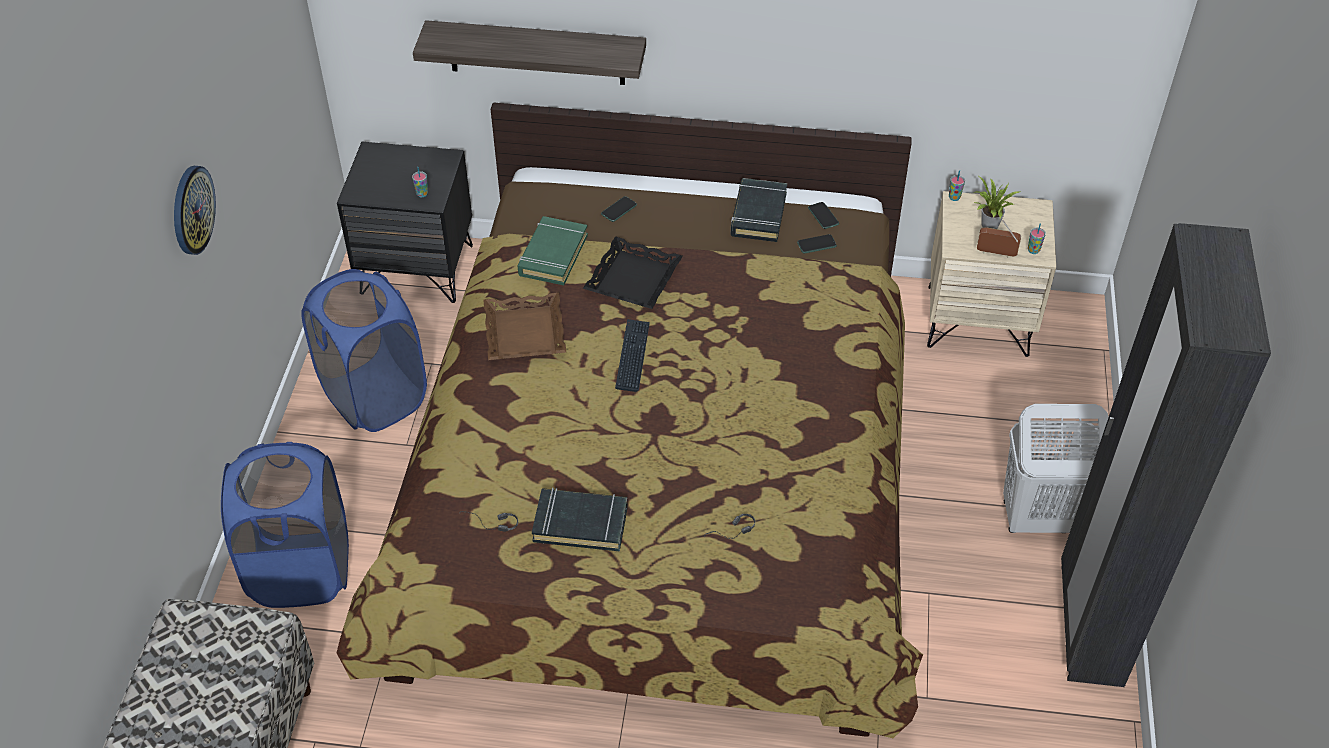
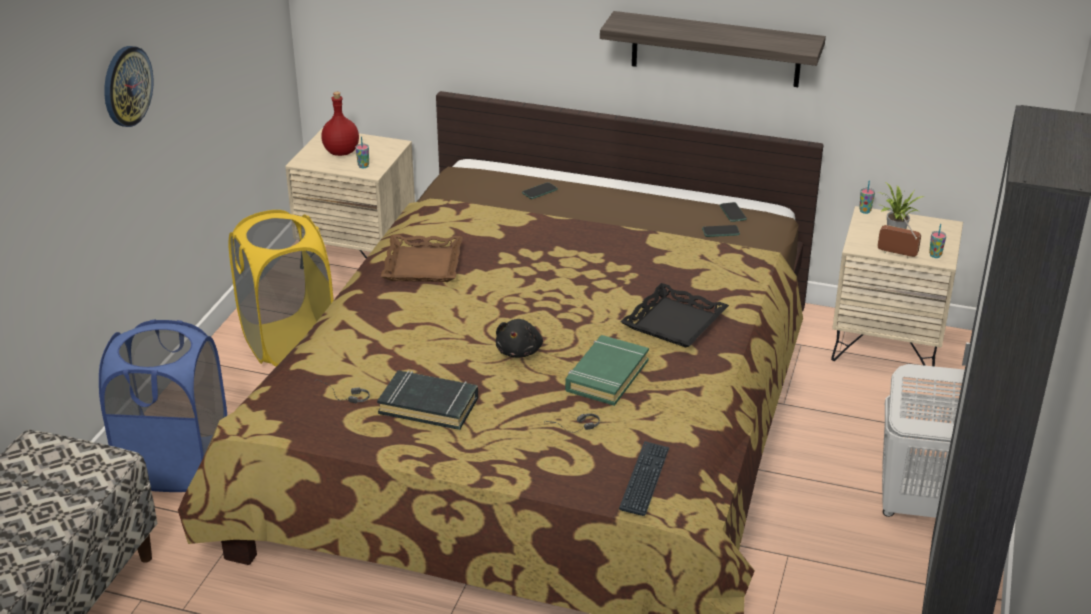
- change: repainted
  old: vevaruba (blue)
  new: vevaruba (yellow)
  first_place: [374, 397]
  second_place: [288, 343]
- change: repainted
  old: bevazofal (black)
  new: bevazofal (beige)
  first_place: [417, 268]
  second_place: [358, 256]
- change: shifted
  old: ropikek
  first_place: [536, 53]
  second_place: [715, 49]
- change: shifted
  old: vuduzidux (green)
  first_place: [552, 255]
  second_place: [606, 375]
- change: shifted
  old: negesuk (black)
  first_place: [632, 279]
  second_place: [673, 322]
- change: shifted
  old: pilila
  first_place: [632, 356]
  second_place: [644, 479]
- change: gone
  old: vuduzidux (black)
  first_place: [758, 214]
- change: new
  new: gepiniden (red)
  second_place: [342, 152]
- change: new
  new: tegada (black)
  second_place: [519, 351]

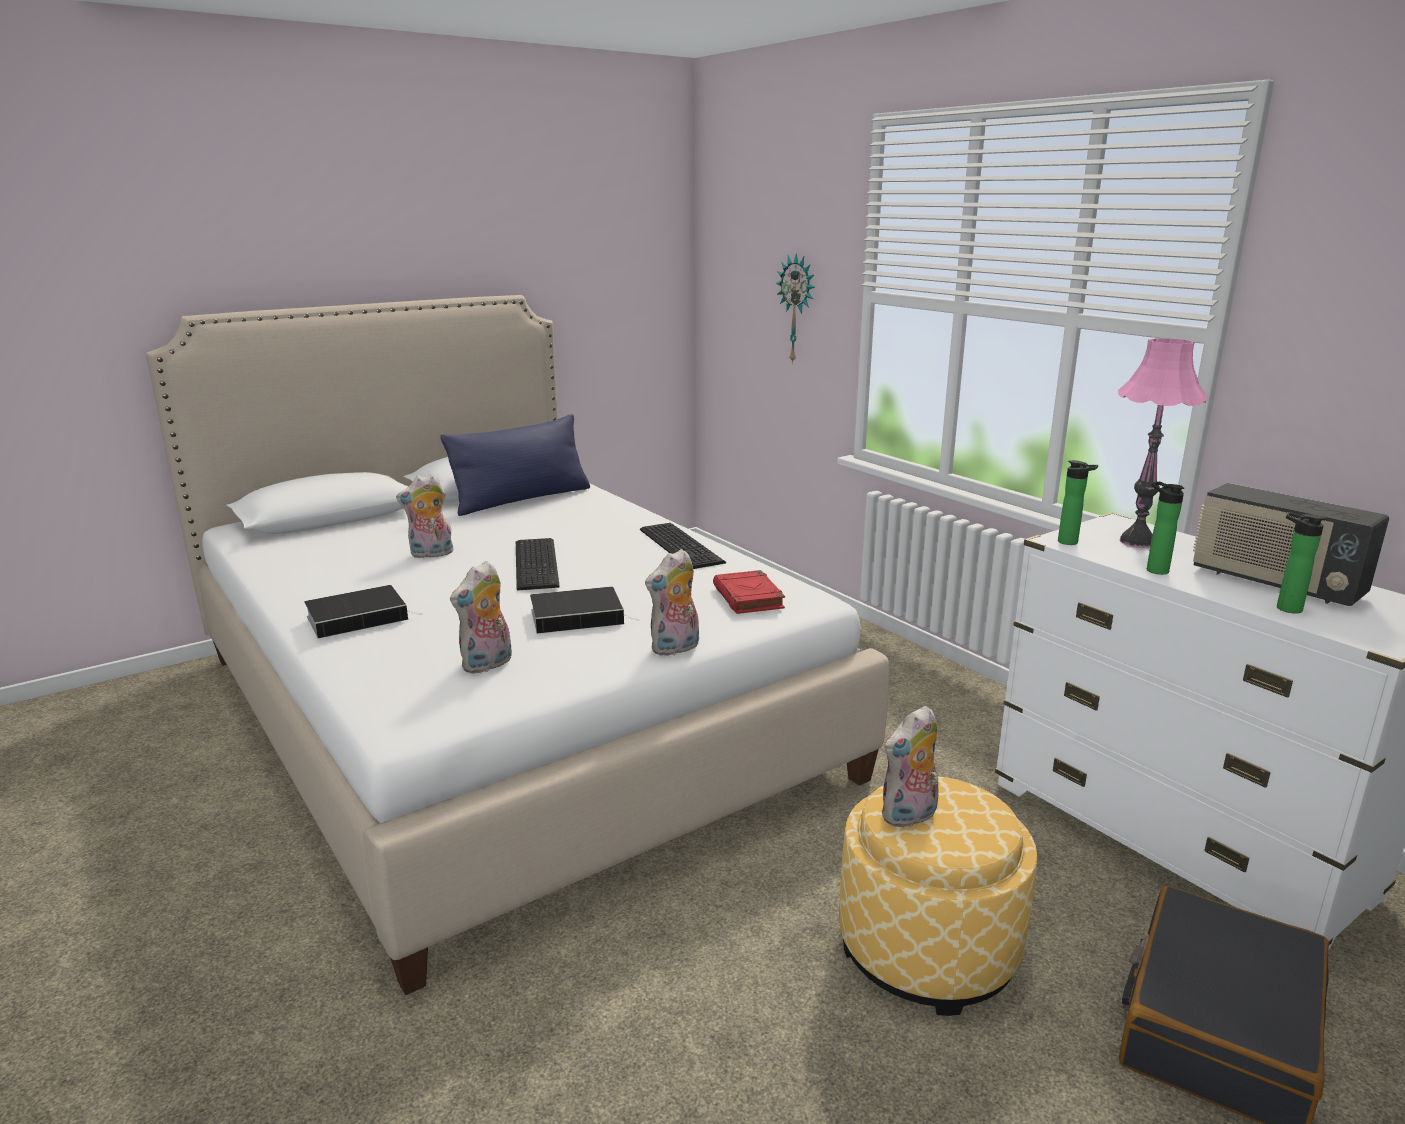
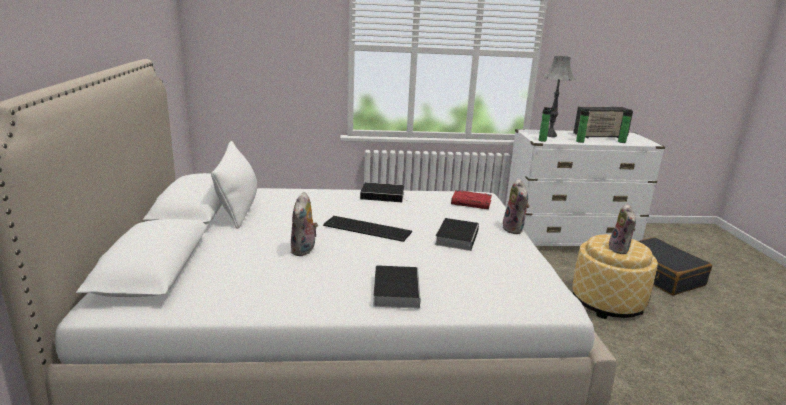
- change: repainted
  old: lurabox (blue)
  new: lurabox (white)
  first_place: [522, 499]
  second_place: [237, 207]
- change: gone
  old: tegada
  first_place: [487, 665]
- change: swapped
  old: pilila
  new: vuduzidux
  first_place: [682, 545]
  second_place: [384, 195]
- change: gone
  old: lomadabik
  first_place: [797, 309]
- change: repainted
  old: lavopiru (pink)
  new: lavopiru (grey)
  first_place: [1136, 542]
  second_place: [550, 135]

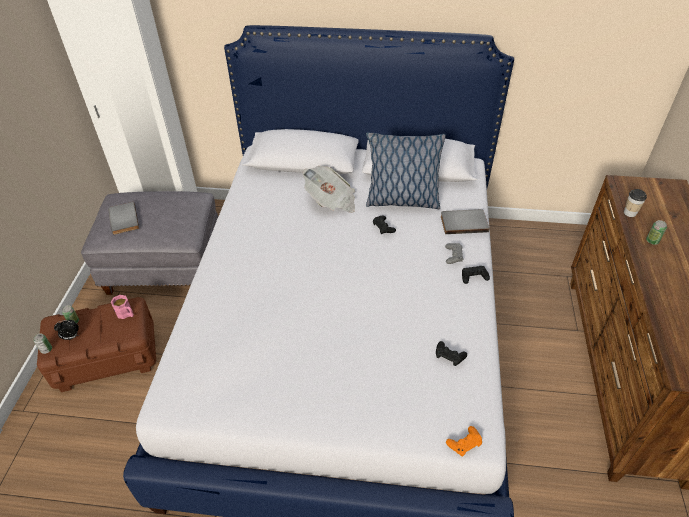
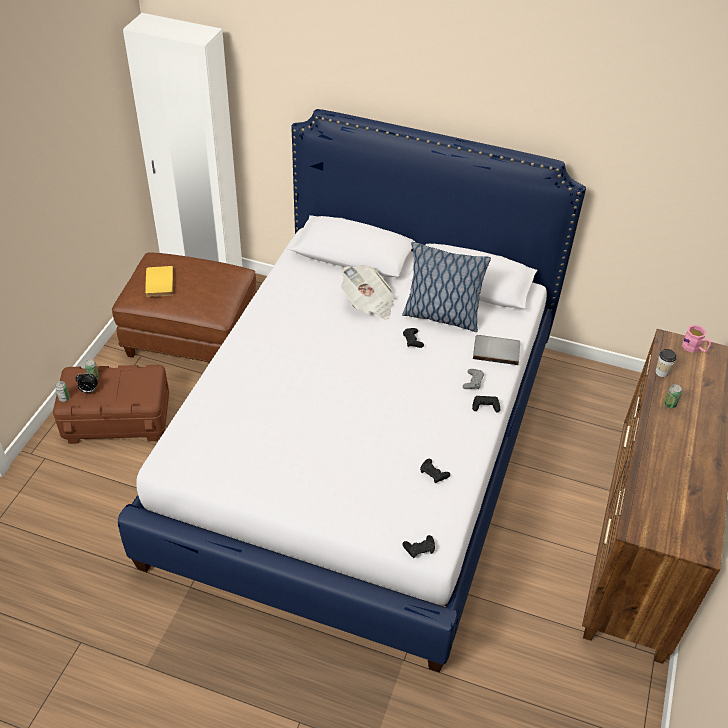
- change: repainted
  old: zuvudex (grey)
  new: zuvudex (brown)
  first_place: [166, 265]
  second_place: [193, 337]
- change: repainted
  old: vuduzidux (grey)
  new: vuduzidux (yellow)
  first_place: [122, 220]
  second_place: [158, 283]
- change: shifted
  old: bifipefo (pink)
  first_place: [126, 314]
  second_place: [694, 348]
- change: repainted
  old: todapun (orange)
  new: todapun (black)
  first_place: [464, 443]
  second_place: [419, 548]

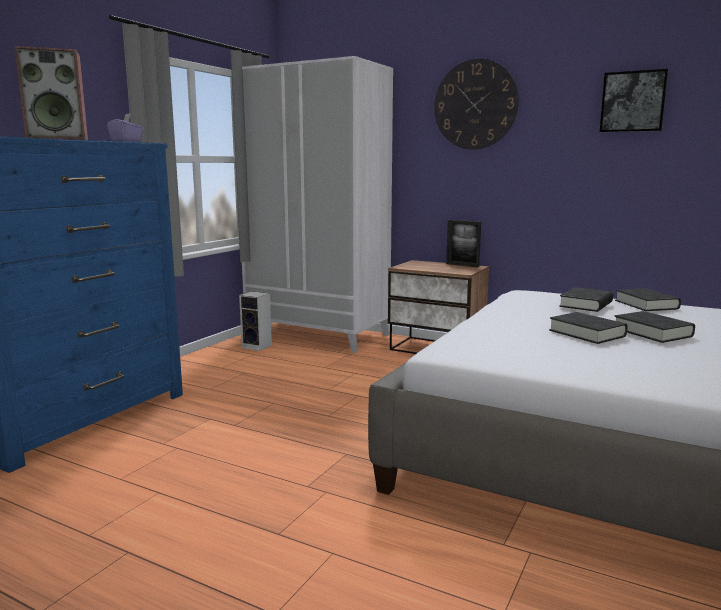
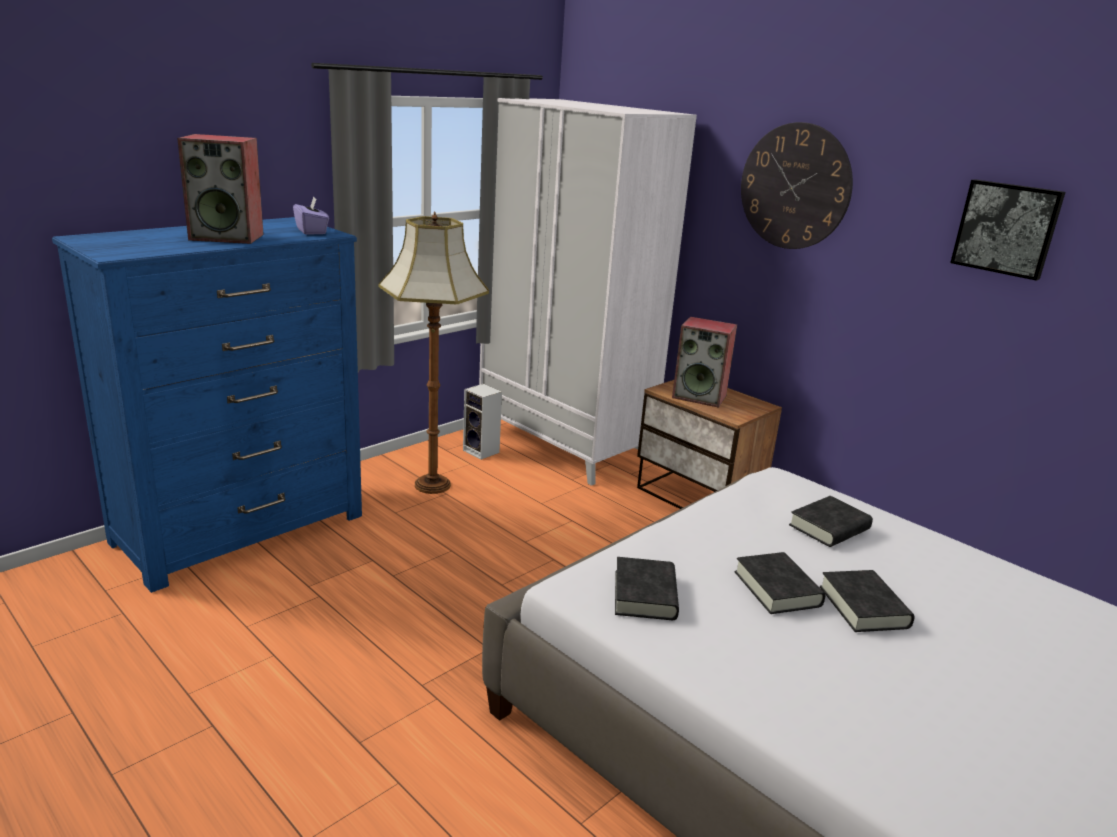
- change: gone
  old: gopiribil
  first_place: [462, 265]
- change: shifted
  old: vuduzidux (black)
  first_place: [646, 305]
  second_place: [645, 595]
- change: new
  new: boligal
  second_place: [432, 484]
- change: new
  new: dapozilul
  second_place: [700, 396]

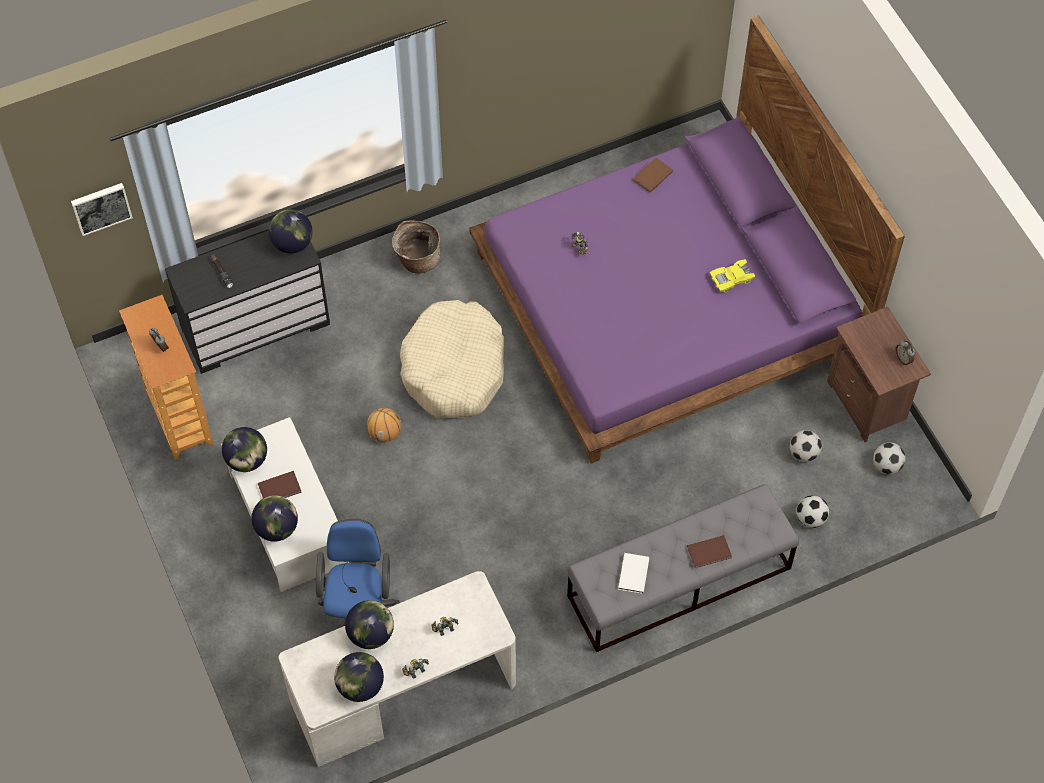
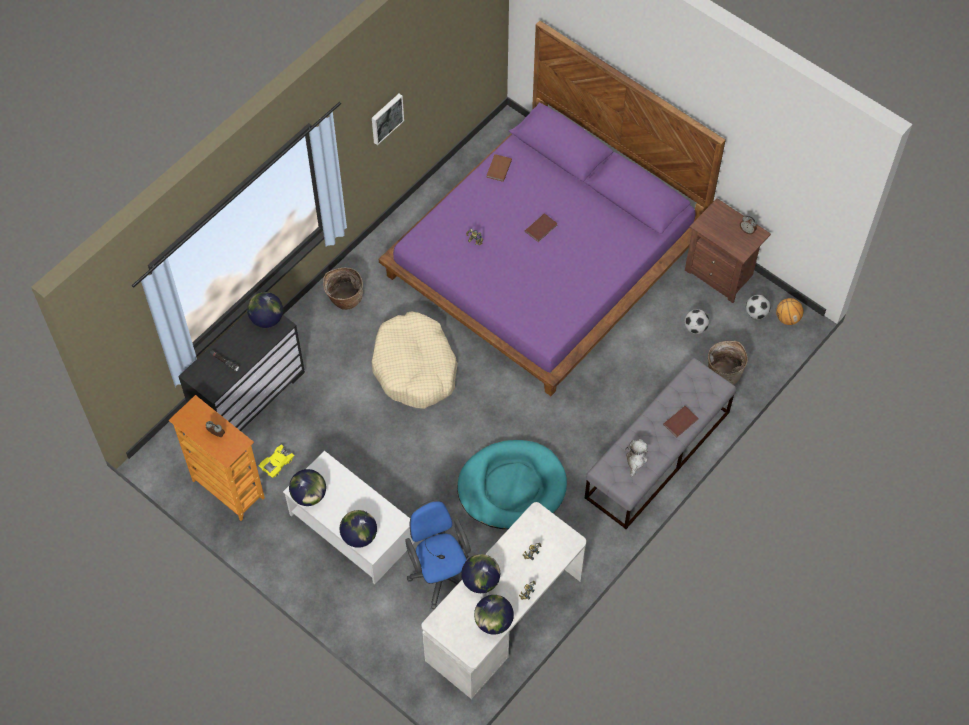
- change: shifted
  old: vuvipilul
  first_place: [101, 207]
  second_place: [386, 118]
- change: shifted
  old: vuduzidux (brown)
  first_place: [280, 489]
  second_place: [541, 228]
- change: shifted
  old: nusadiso
  first_place: [384, 433]
  second_place: [787, 318]
- change: swapped
  old: vuduzidux (white)
  new: tegada
  first_place: [632, 574]
  second_place: [635, 460]
- change: shifted
  old: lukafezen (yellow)
  first_place: [731, 279]
  second_place: [277, 463]
- change: swapped
  old: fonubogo
  new: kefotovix
  first_place: [811, 518]
  second_place: [724, 371]
- change: new
  new: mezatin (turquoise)
  second_place: [512, 487]

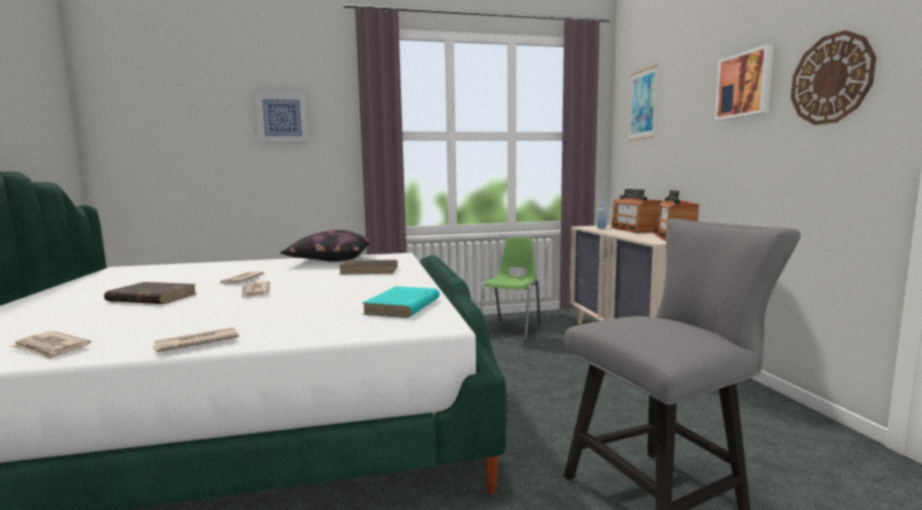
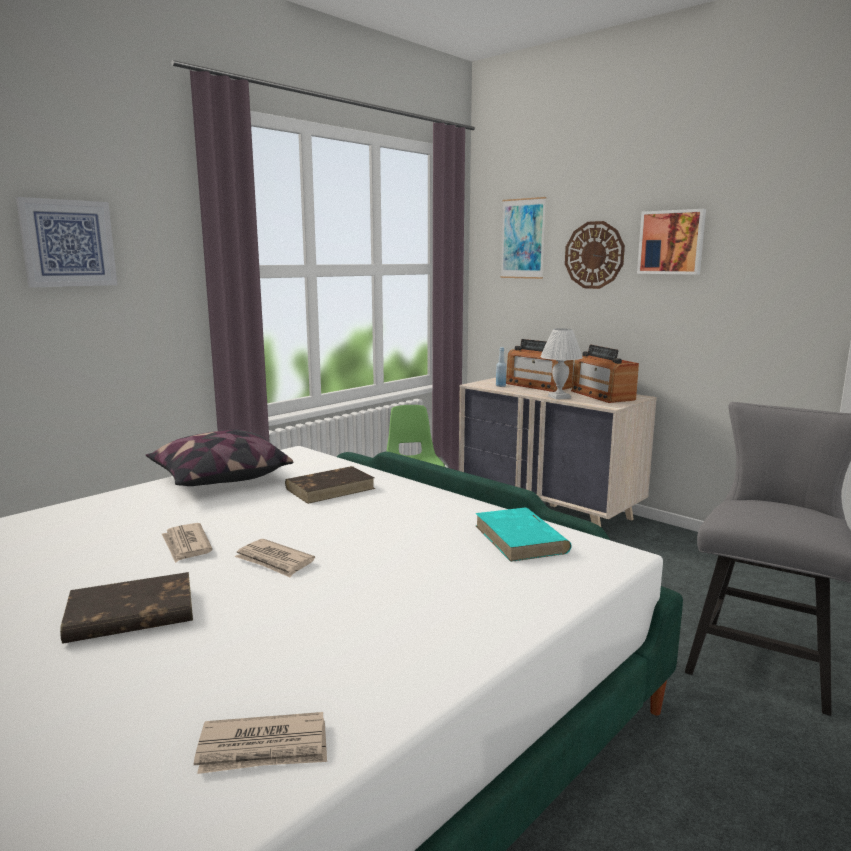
- change: gone
  old: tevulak
  first_place: [195, 343]
- change: shifted
  old: lomadabik
  first_place: [831, 79]
  second_place: [594, 255]
- change: new
  new: lavopiru (white)
  second_place: [559, 397]

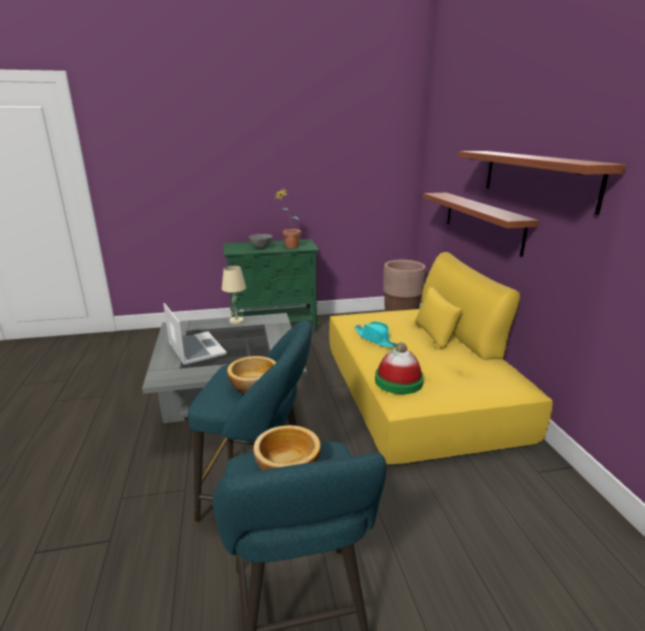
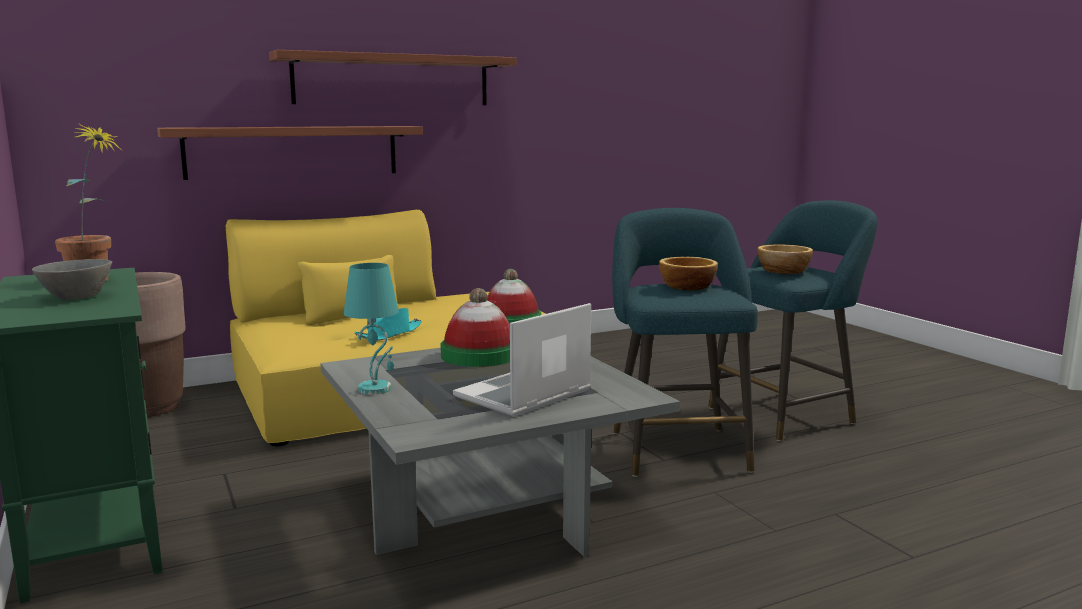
- change: repainted
  old: lavopiru (beige)
  new: lavopiru (turquoise)
  first_place: [236, 321]
  second_place: [375, 389]
- change: new
  new: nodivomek
  second_place: [479, 355]

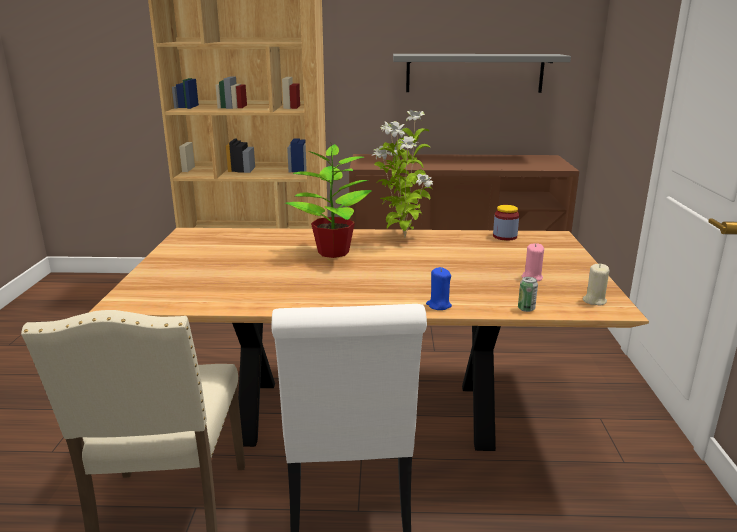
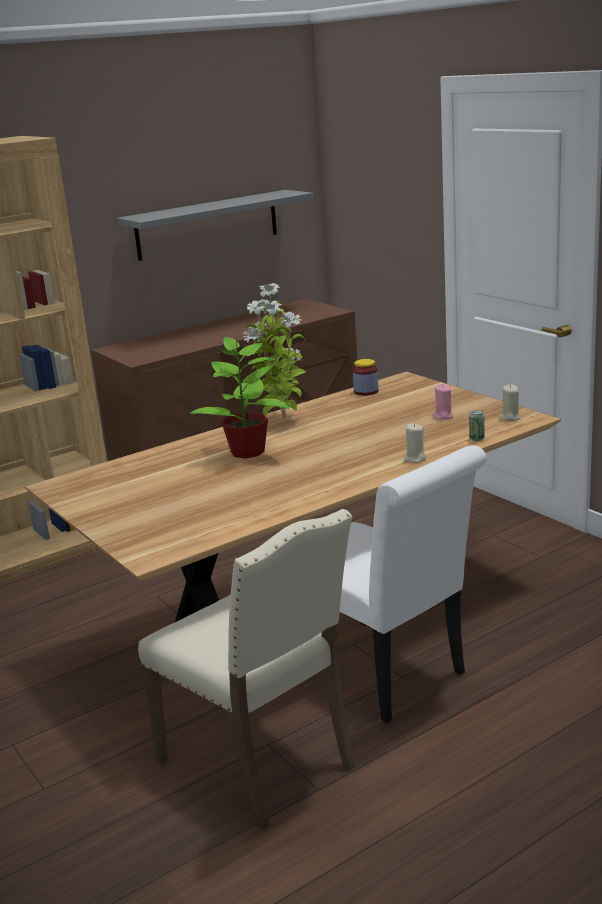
- change: repainted
  old: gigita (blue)
  new: gigita (beige)
  first_place: [438, 305]
  second_place: [415, 459]

